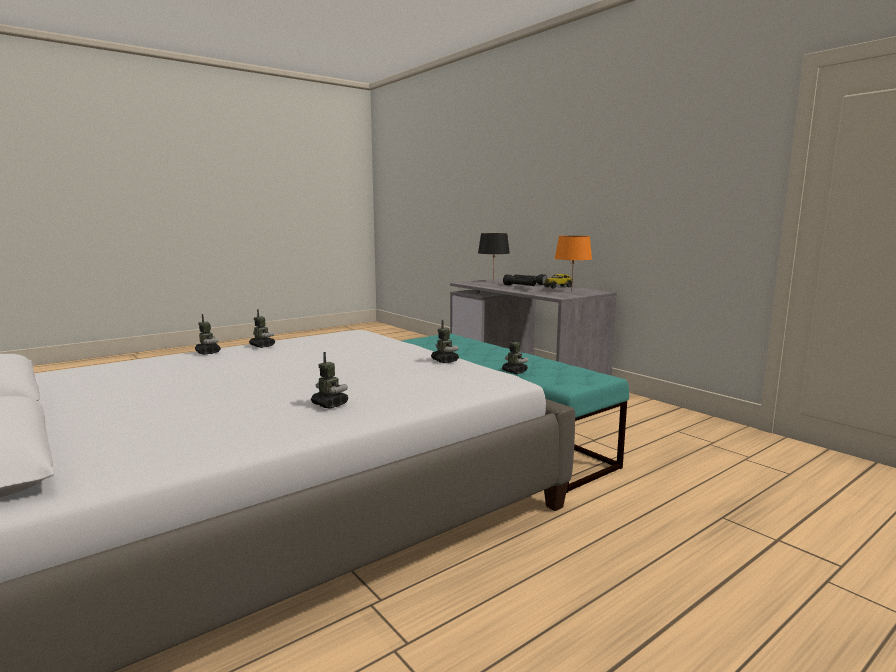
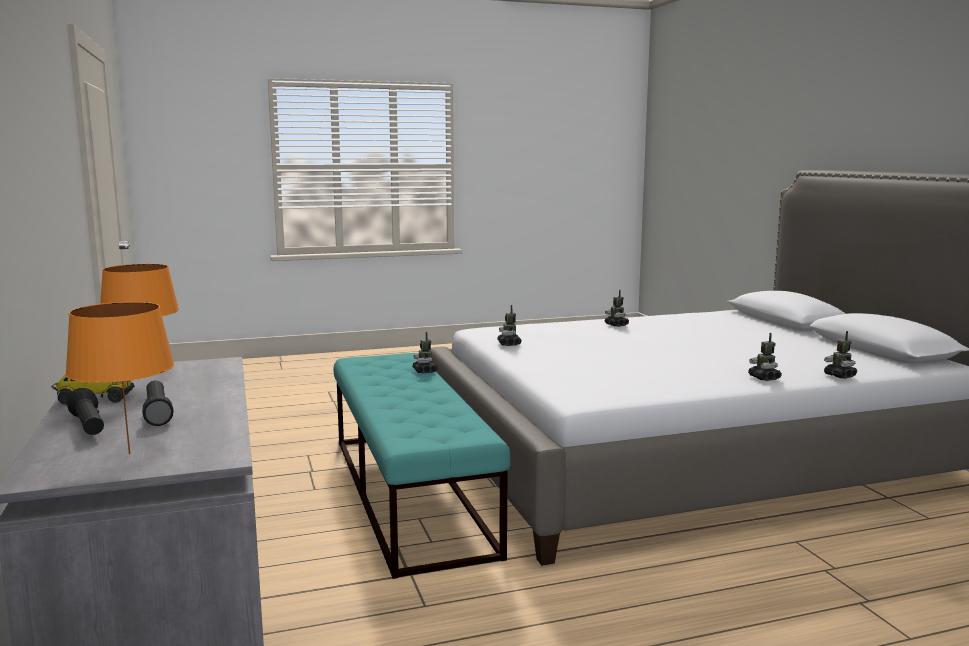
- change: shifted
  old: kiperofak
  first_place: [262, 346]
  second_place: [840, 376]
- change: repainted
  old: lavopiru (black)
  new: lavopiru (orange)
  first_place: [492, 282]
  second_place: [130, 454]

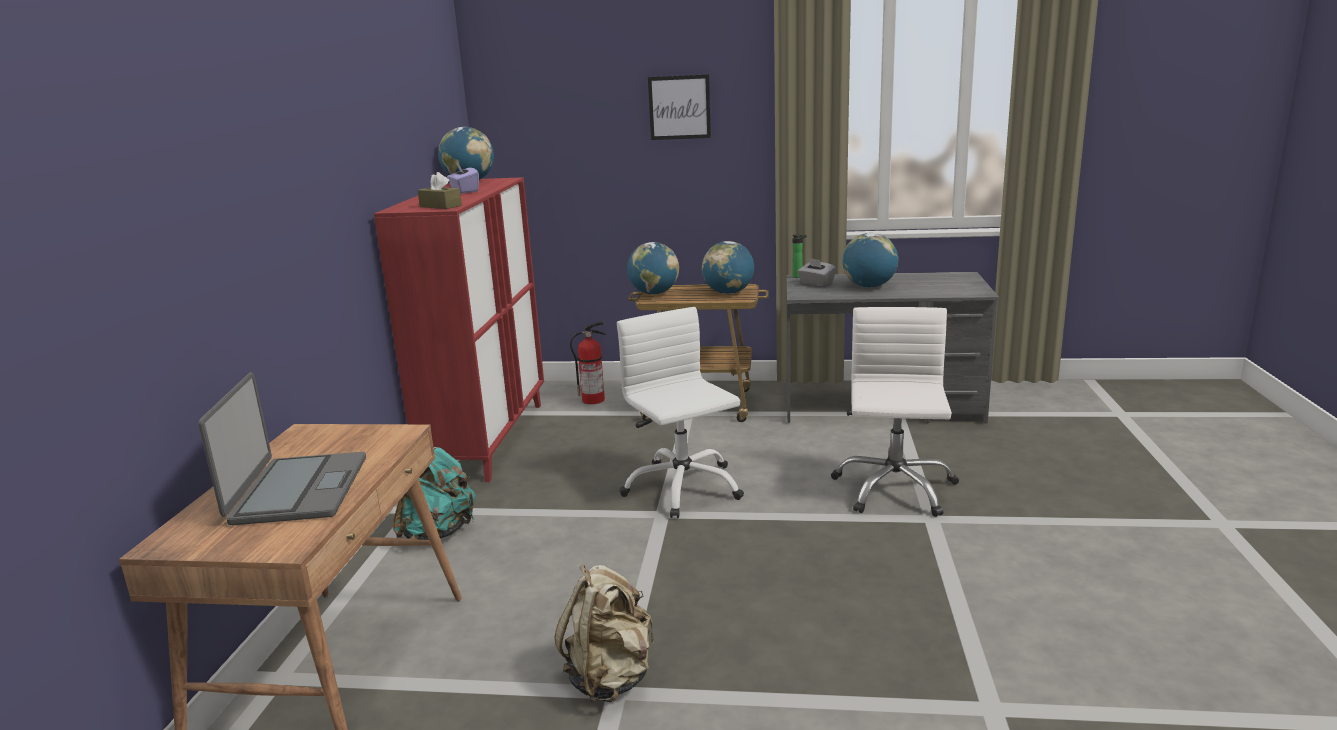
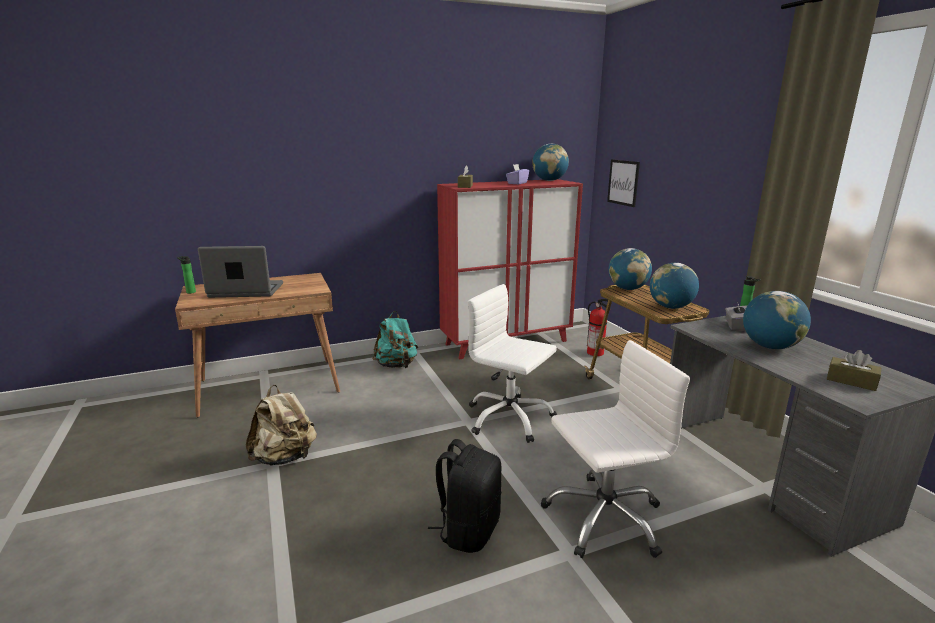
- change: rotated
  old: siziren
  first_place: [298, 490]
  second_place: [246, 291]
  degrees: -150
- change: rotated
  old: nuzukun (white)
  first_place: [682, 488]
  second_place: [509, 418]
  degrees: -90
- change: shifted
  old: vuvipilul
  first_place: [679, 107]
  second_place: [623, 182]
- change: new
  new: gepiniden
  second_place: [190, 292]
- change: new
  new: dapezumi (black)
  second_place: [468, 530]
- change: new
  new: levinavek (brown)
  second_place: [851, 381]

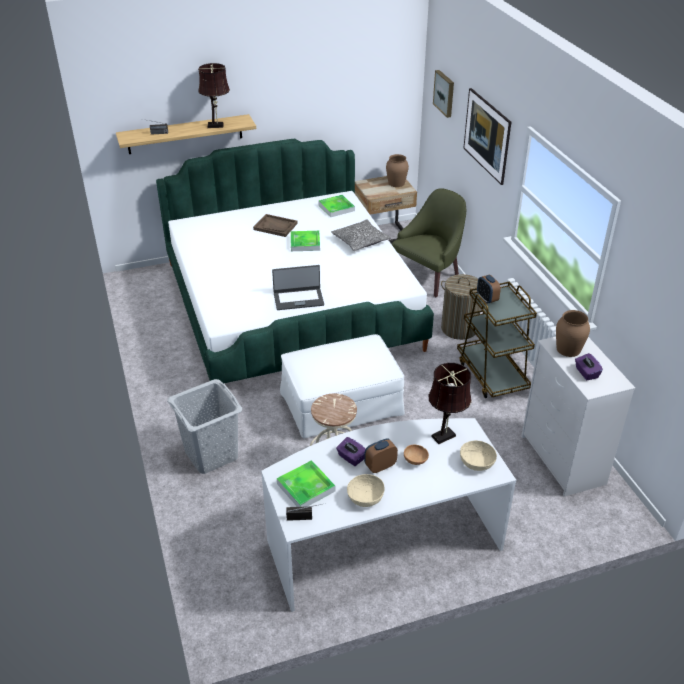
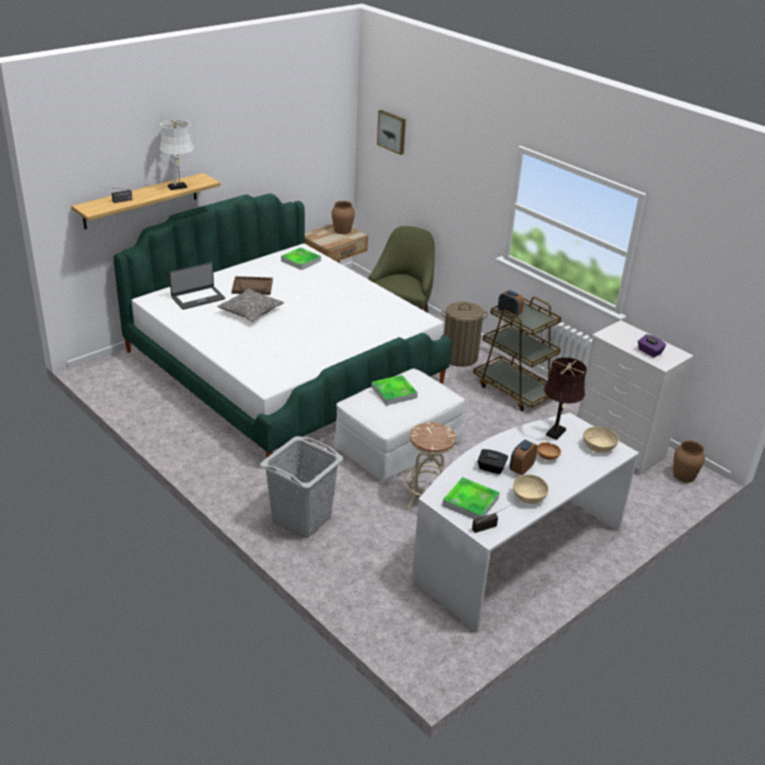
- change: repainted
  old: lavopiru (brown)
  new: lavopiru (white)
  first_place: [217, 125]
  second_place: [179, 187]
- change: shifted
  old: siziren
  first_place: [298, 299]
  second_place: [198, 298]
- change: shifted
  old: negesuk
  first_place: [305, 243]
  second_place: [394, 392]
- change: shifted
  old: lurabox
  first_place: [360, 241]
  second_place: [251, 311]
- change: repainted
  old: levinavek (purple)
  new: levinavek (black)
  first_place: [351, 458]
  second_place: [491, 468]
- change: gone
  old: vuvipilul
  first_place: [485, 150]
- change: shifted
  old: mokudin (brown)
  first_place: [568, 349]
  second_place: [684, 475]

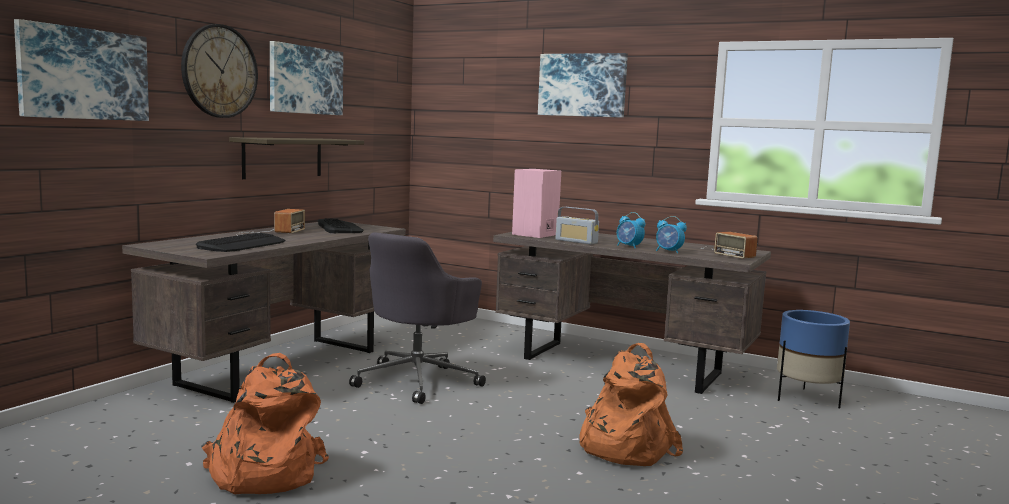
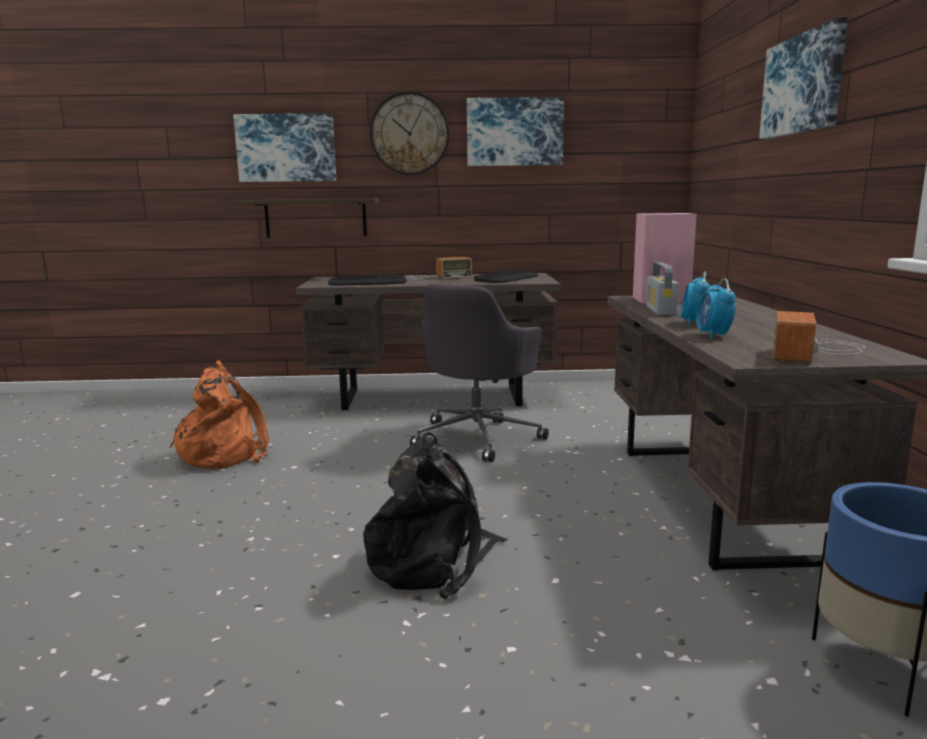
- change: shifted
  old: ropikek
  first_place: [283, 157]
  second_place: [316, 218]
- change: rotated
  old: nuzukun (grey)
  first_place: [418, 381]
  second_place: [478, 437]
  degrees: -60
- change: repainted
  old: dapezumi (orange)
  new: dapezumi (black)
  first_place: [622, 447]
  second_place: [434, 561]

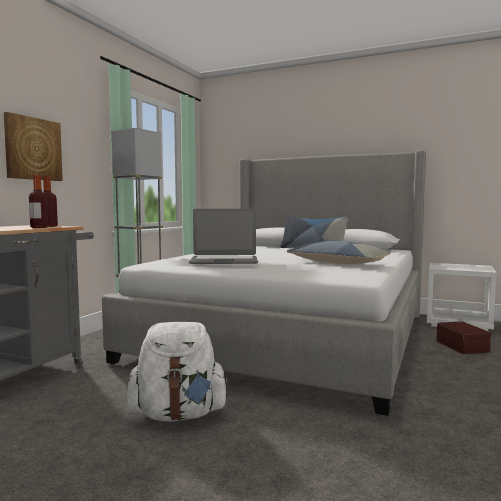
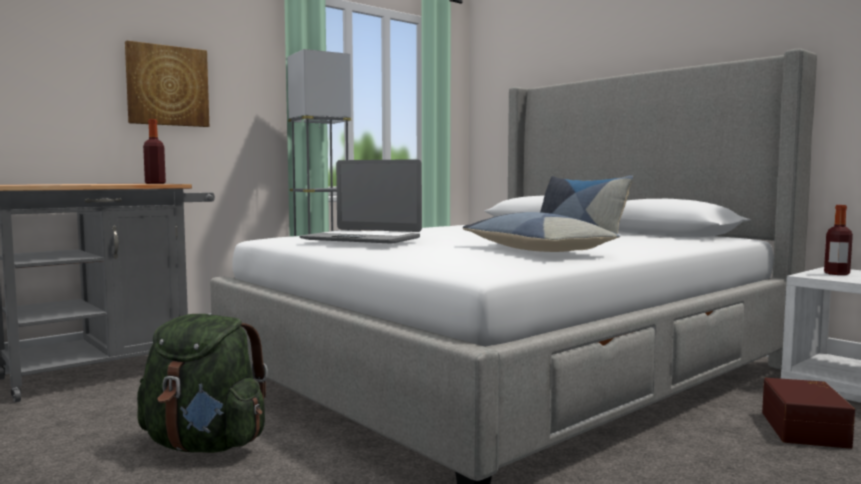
- change: shifted
  old: gepiniden
  first_place: [39, 227]
  second_place: [836, 274]
- change: repainted
  old: dapezumi (white)
  new: dapezumi (green)
  first_place: [179, 414]
  second_place: [205, 445]

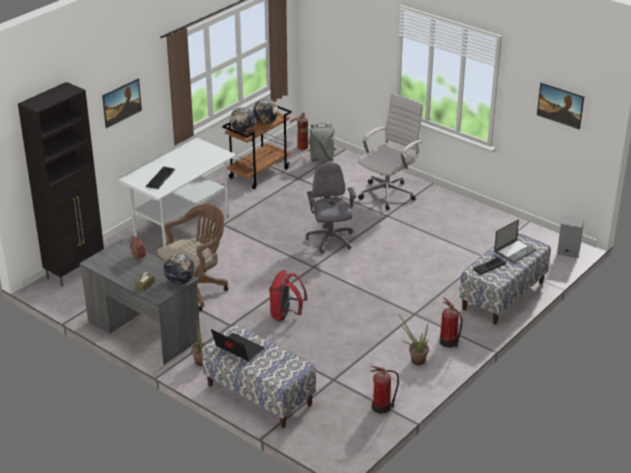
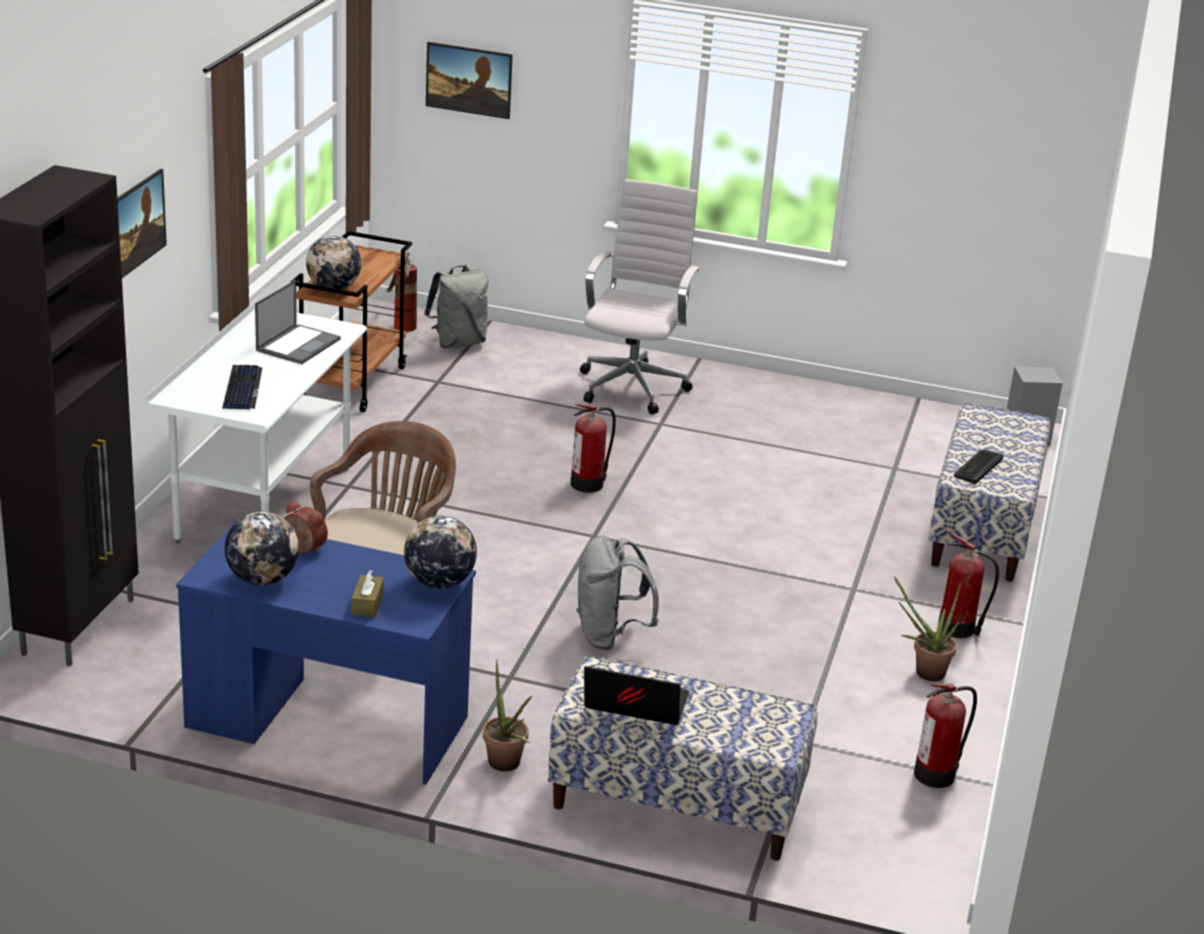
- change: repainted
  old: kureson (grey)
  new: kureson (blue)
  first_place: [143, 330]
  second_place: [327, 722]
- change: shifted
  old: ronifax
  first_place: [265, 122]
  second_place: [262, 579]
- change: repainted
  old: dapezumi (red)
  new: dapezumi (grey)
  first_place: [286, 315]
  second_place: [610, 636]
- change: swapped
  old: nuzukun (grey)
  new: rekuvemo
  first_place: [330, 240]
  second_place: [589, 483]
- change: shifted
  old: siziren
  first_place: [515, 251]
  second_place: [298, 344]
- change: shifted
  old: vuvipilul
  first_place: [559, 113]
  second_place: [468, 96]

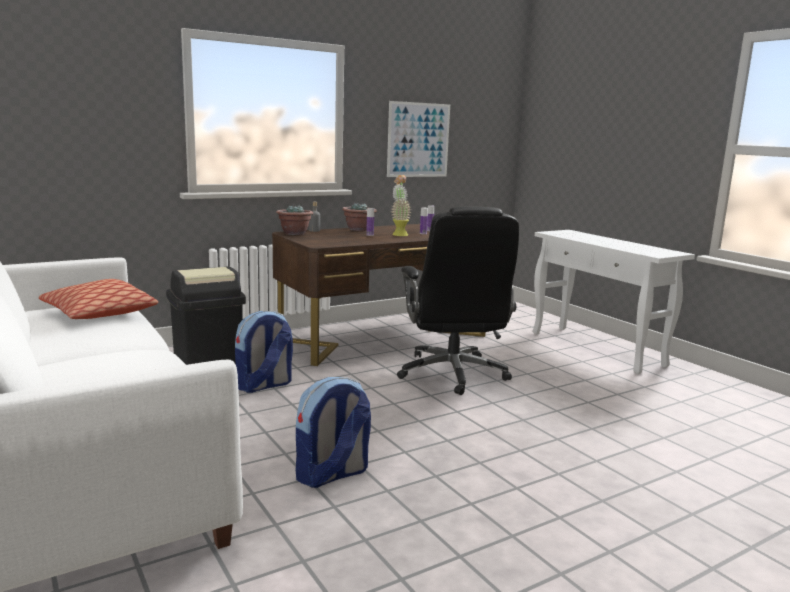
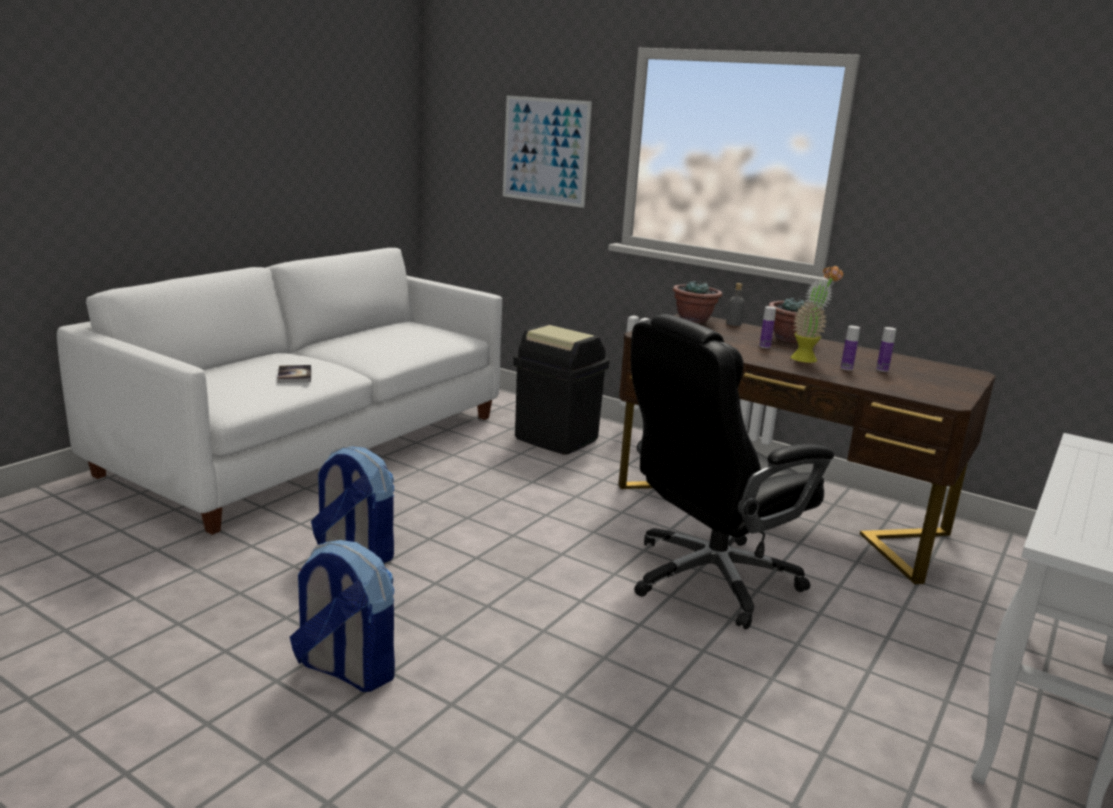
- change: gone
  old: lurabox
  first_place: [100, 313]
- change: shifted
  old: dapezumi
  first_place: [264, 385]
  second_place: [345, 669]
- change: shifted
  old: vuvipilul
  first_place: [418, 140]
  second_place: [545, 151]
- change: new
  new: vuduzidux
  second_place: [294, 375]

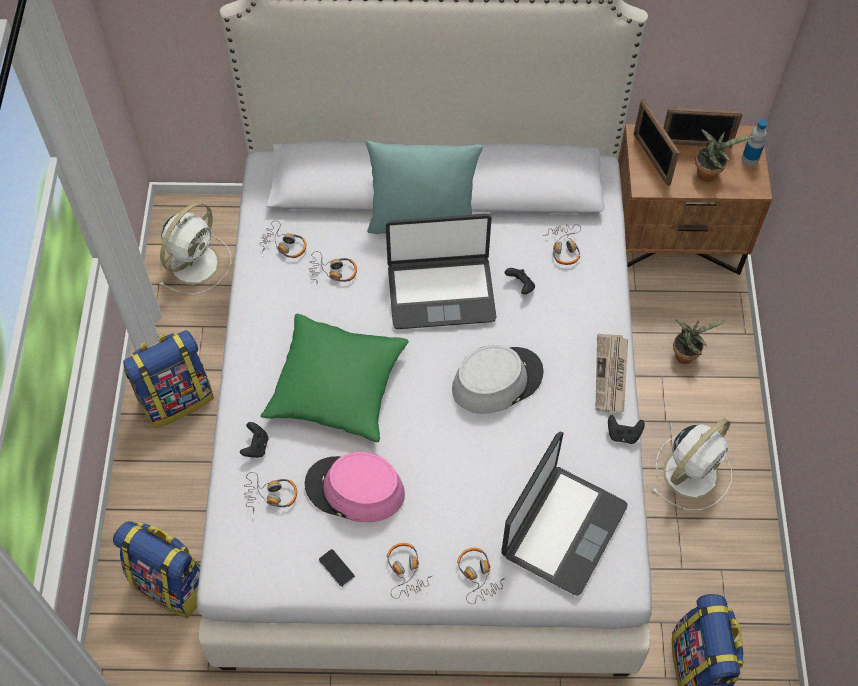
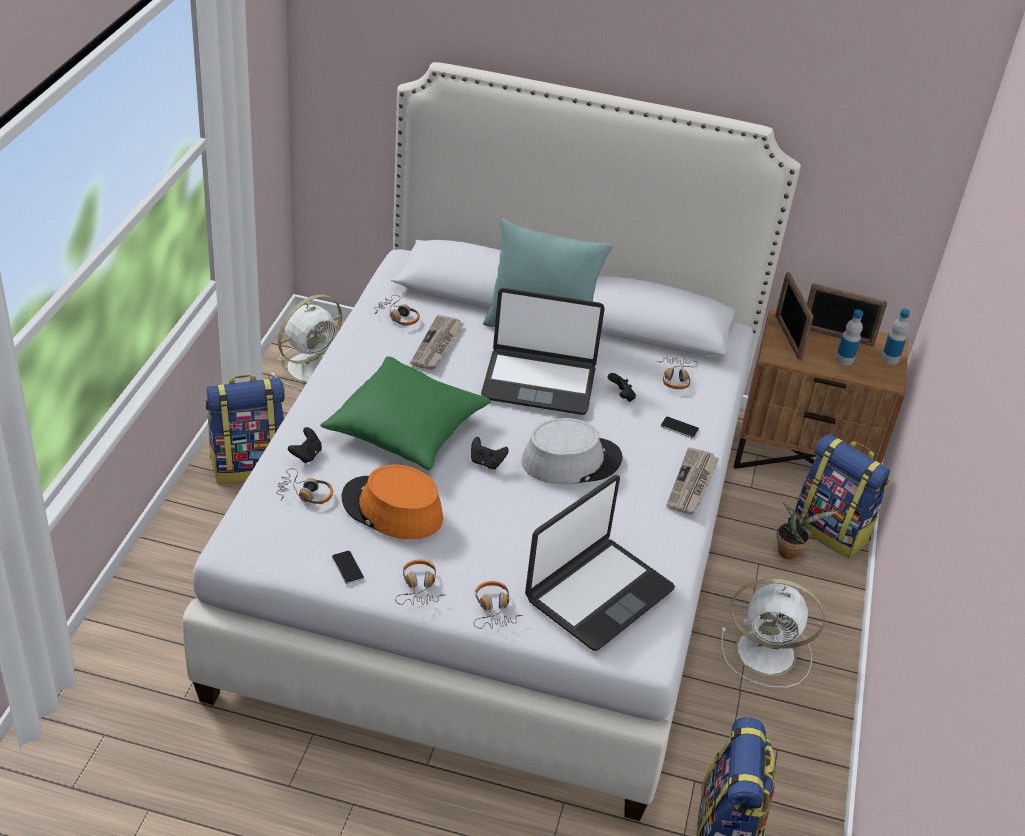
- change: shifted
  old: dapezumi
  first_place: [172, 583]
  second_place: [831, 530]
- change: repainted
  old: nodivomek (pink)
  new: nodivomek (orange)
  first_place: [354, 489]
  second_place: [392, 509]
- change: swapped
  old: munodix
  new: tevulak
  first_place: [333, 272]
  second_place: [437, 345]
- change: shifted
  old: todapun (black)
  first_place: [623, 435]
  second_place: [486, 462]
- change: rotated
  old: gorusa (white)
  first_place: [692, 472]
  second_place: [768, 653]
  degrees: 45
- change: swapped
  old: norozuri
  new: gepiniden
  first_place: [709, 172]
  second_place: [844, 359]
- change: new
  new: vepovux
  second_place: [679, 428]

